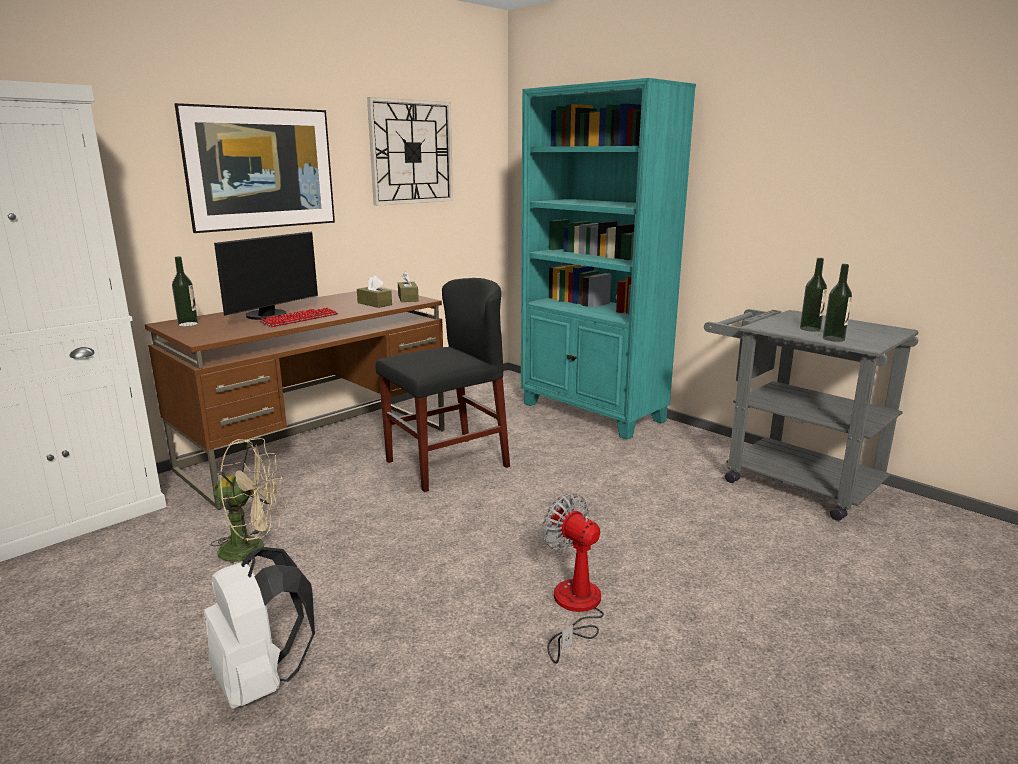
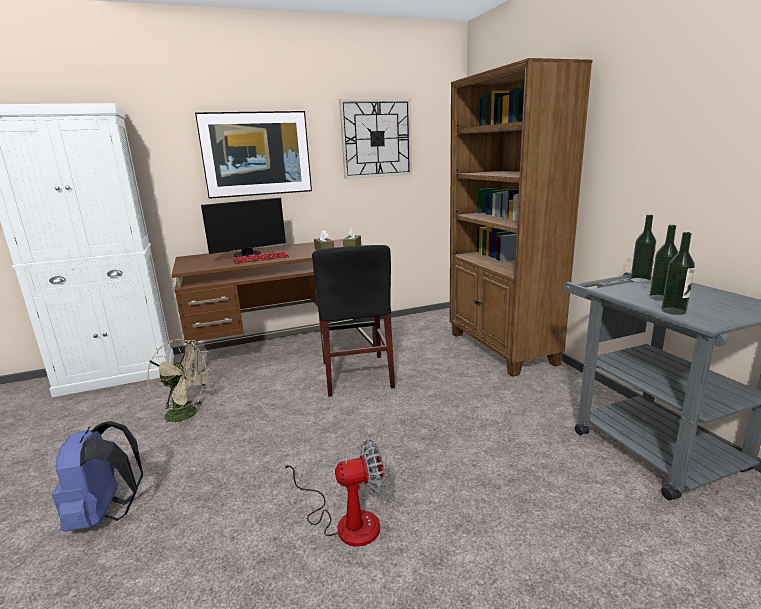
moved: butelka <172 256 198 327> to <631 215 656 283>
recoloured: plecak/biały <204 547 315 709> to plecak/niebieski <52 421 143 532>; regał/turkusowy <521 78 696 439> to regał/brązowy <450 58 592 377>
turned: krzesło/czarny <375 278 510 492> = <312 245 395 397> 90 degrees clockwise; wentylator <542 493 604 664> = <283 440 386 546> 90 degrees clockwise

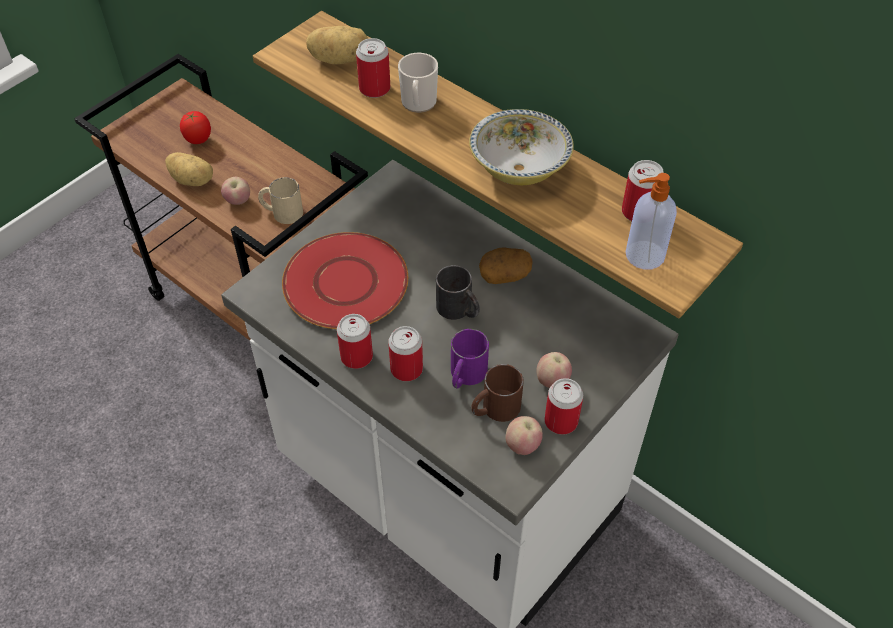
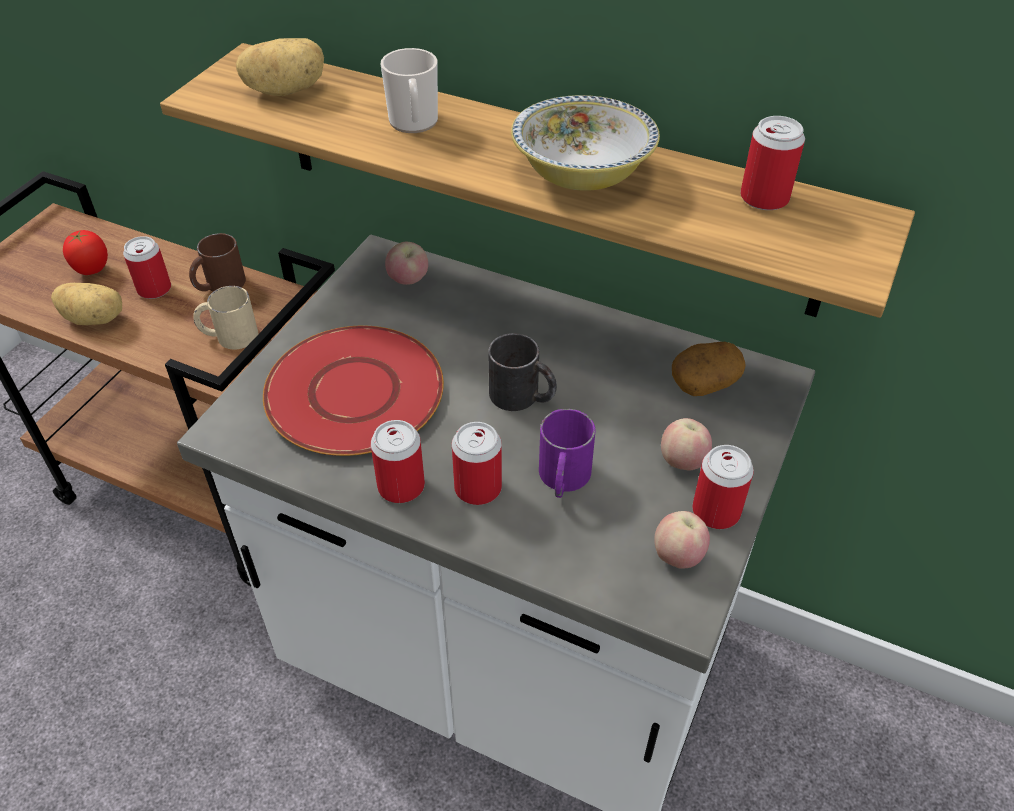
removed: dozownik mydła <626 173 677 270>
moved: jabłko <221 177 250 205> to <385 242 428 285>; puszka <356 38 390 98> to <123 236 171 299>; kubek/brązowy <471 364 524 422> to <189 233 246 292>; ziemniak <479 247 532 284> to <672 342 746 396>

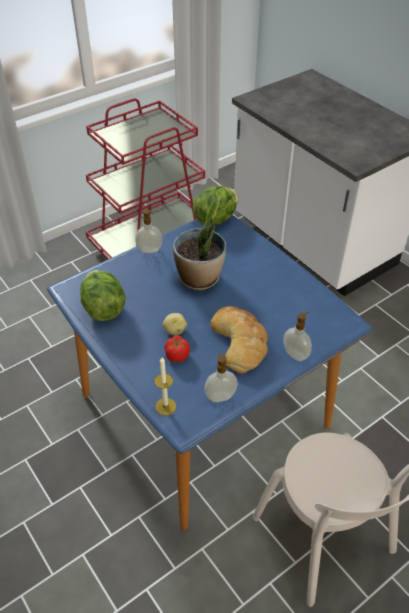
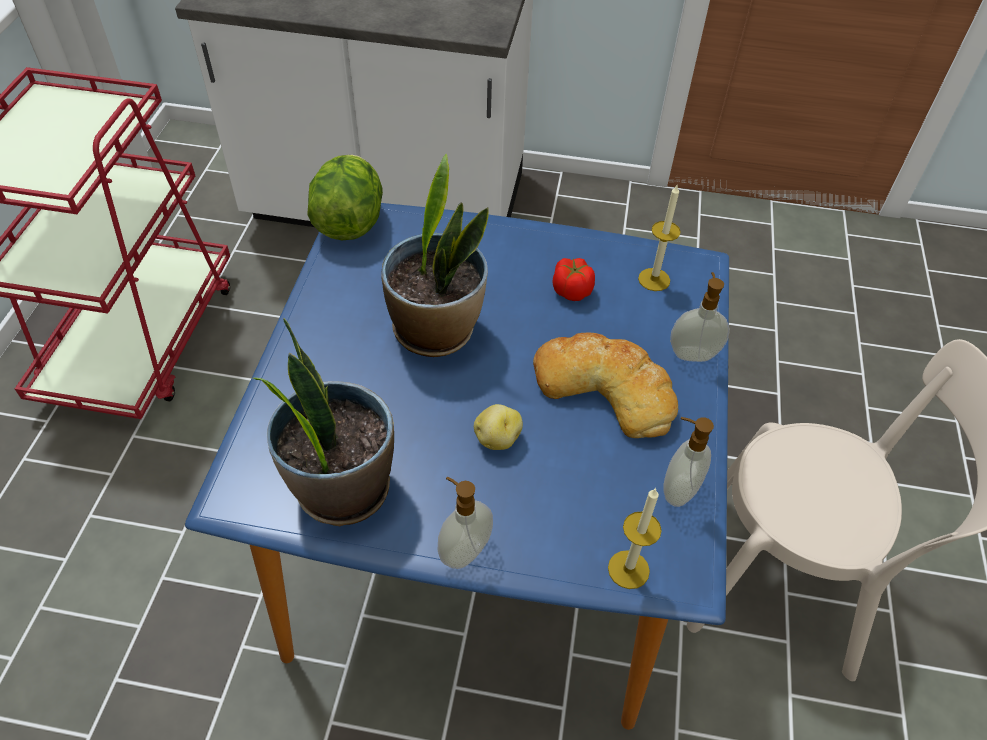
added: świeca <638 185 681 291>
moved: dozownik mydła <135 207 163 253> to <437 477 493 569>; pomidor <164 335 190 362> to <553 258 595 301>
replaced: sałata <80 270 126 321> to roślina doniczkowa <253 318 394 526>

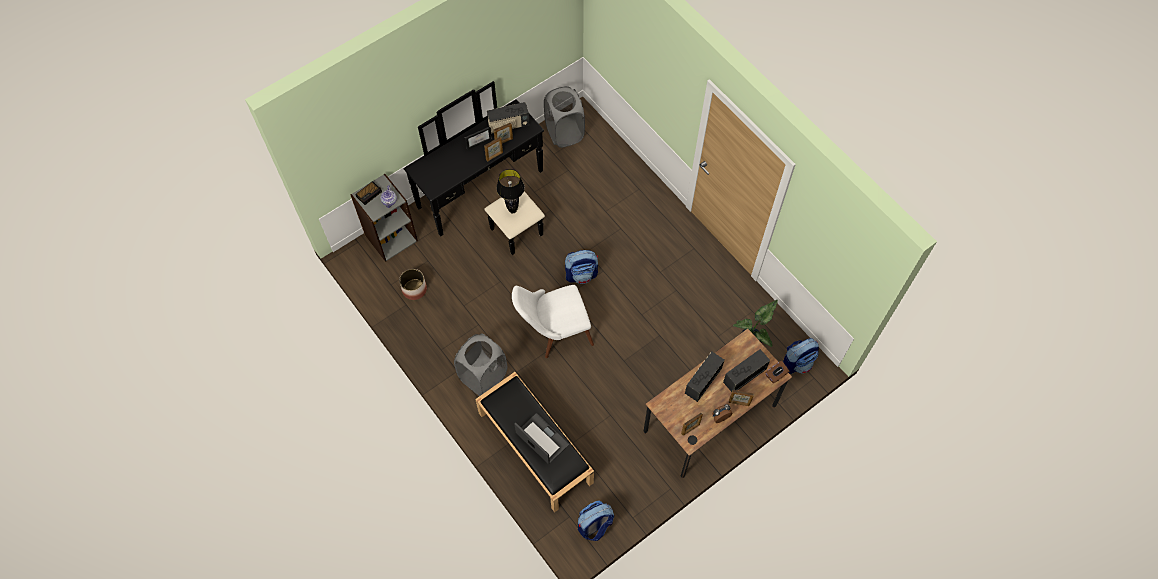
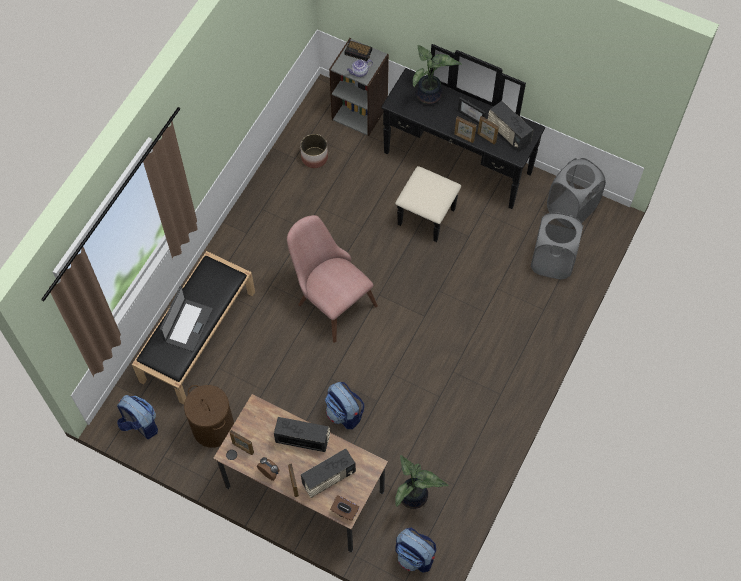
removed: lampa stołowa/czarny <496 169 525 213>
added: kosz na pranie/brązowy <184 385 234 448>; roślina doniczkowa <413 45 462 104>
moved: kosz na pranie/szary <454 334 507 396> to <530 212 583 279>; plecak <565 250 598 284> to <325 382 364 429>
recoloured: krzesło/biały <512 285 594 358> to krzesło/różowy <287 215 378 343>
turned: radio <723 349 770 392> = <301 449 356 498> 120 degrees clockwise

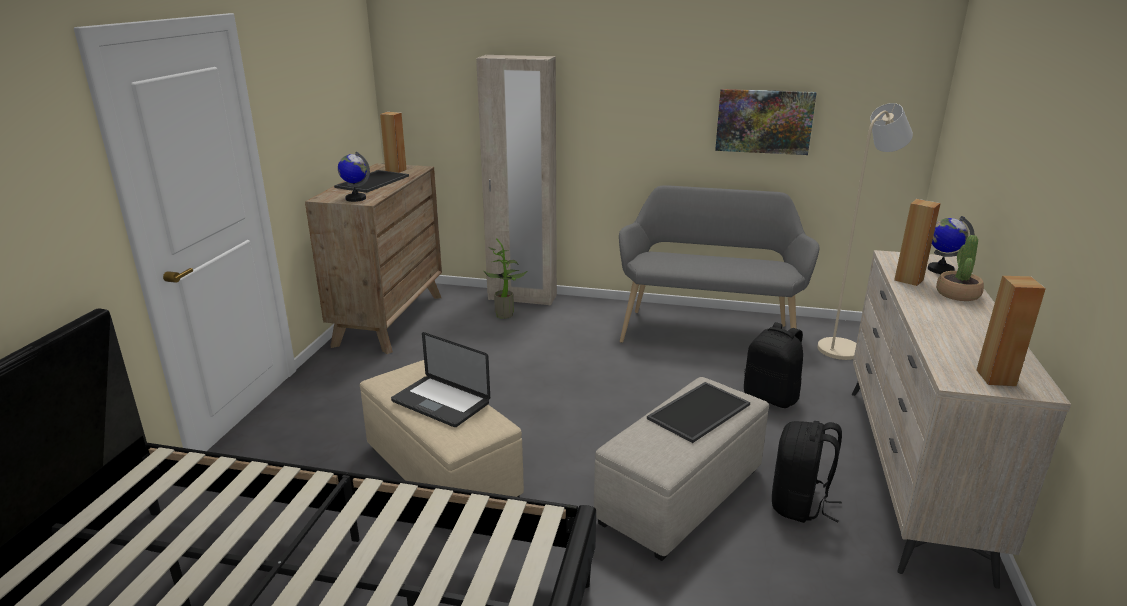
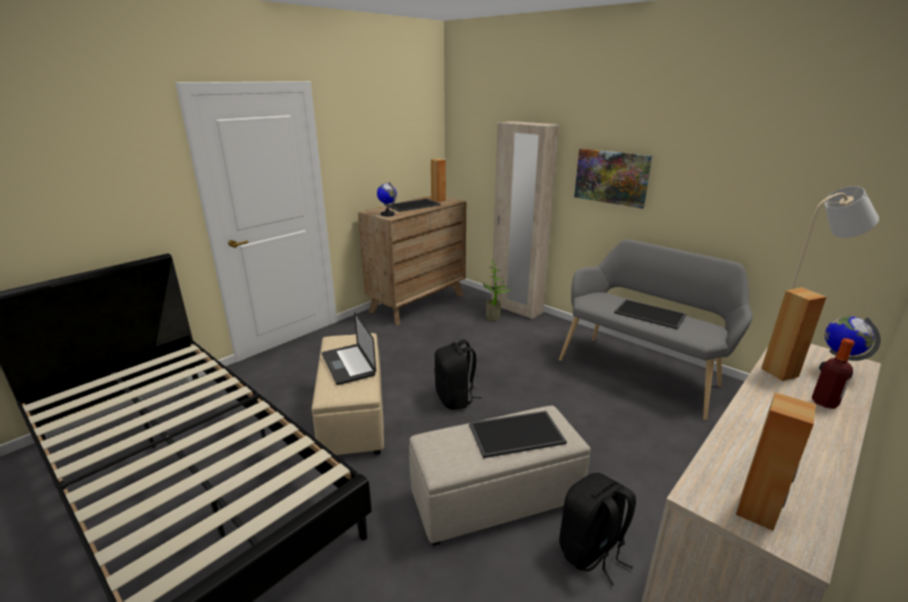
added: taca <614 299 686 330>
moved: obraz <715 89 817 155> to <574 149 652 209>; plecak/czarny <744 322 803 408> to <434 340 482 410>
replaced: roślina doniczkowa <936 235 984 301> to butelka <811 338 855 409>

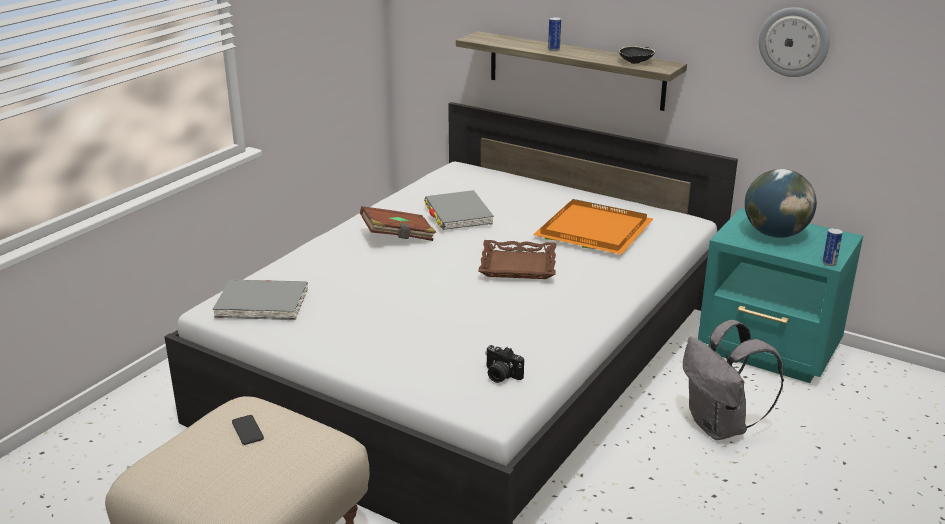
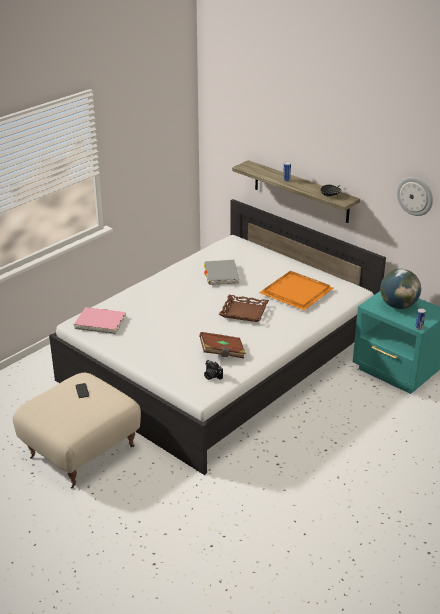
removed: plecak/szary <683 320 784 440>
moved: książka/brązowy <360 206 436 241> to <199 332 246 359>
recoloured: książka/szary <213 280 308 320> to książka/różowy <74 307 126 334>

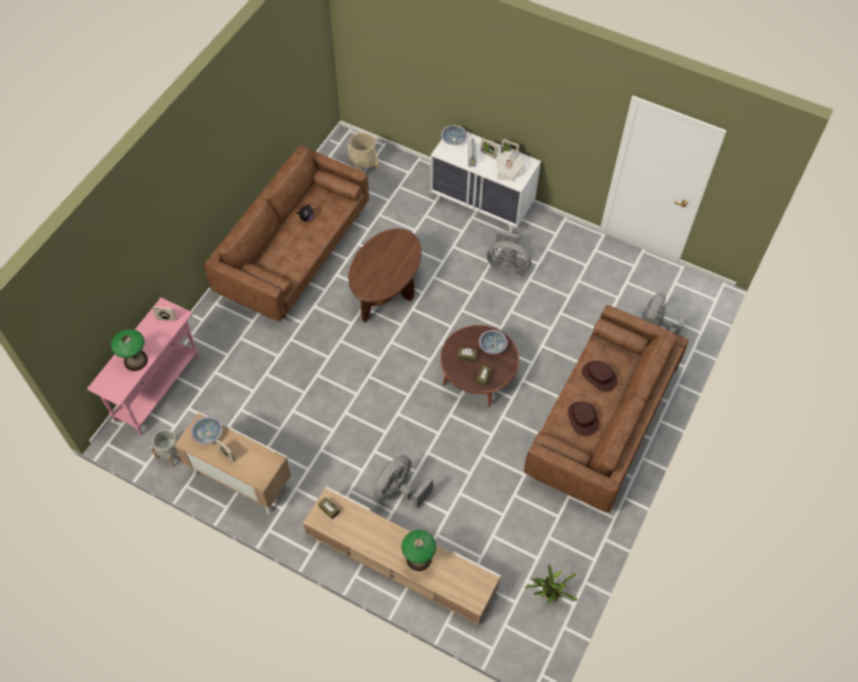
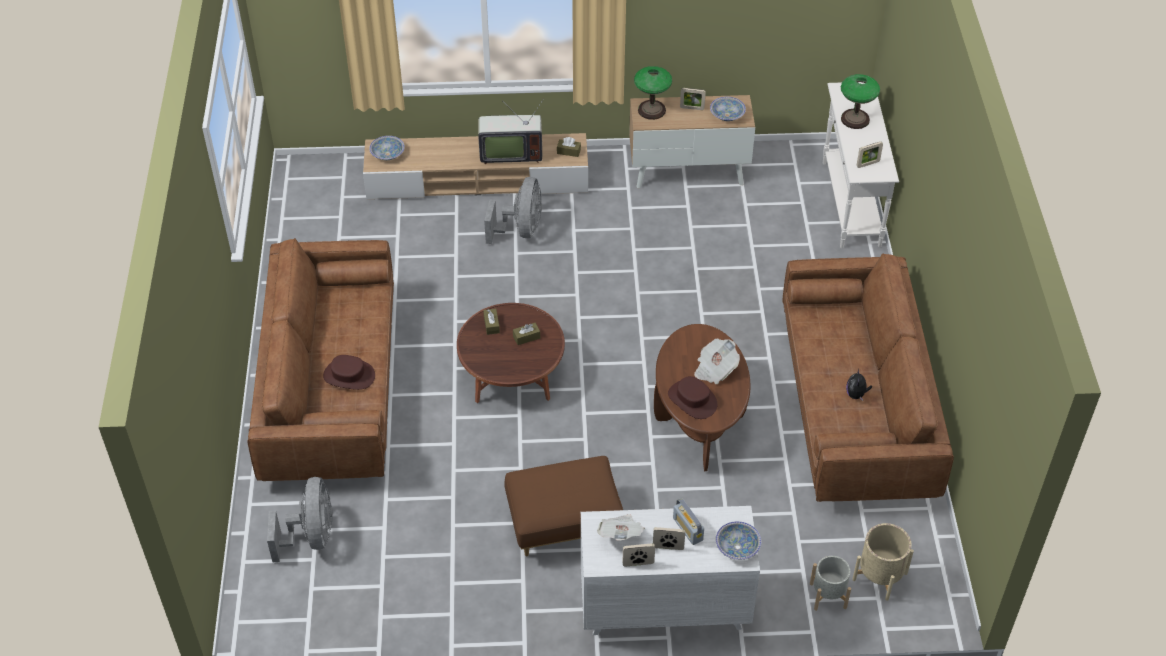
removed: roślina doniczkowa <525 565 578 603>
added: telewizor <478 100 543 164>; gazeta <694 339 740 385>
moved: donica/szary <150 430 177 467> to <810 556 851 611>; lampa stołowa <402 530 436 571> to <634 66 672 120>; miska <479 330 507 354> to <369 136 405 160>; kapelusz/brązowy <568 402 599 436> to <668 376 717 419>
replaced: wentylator/szary <487 230 531 275> to pufa/brązowy <504 456 623 556>
recoloured: stolik konsolowy/różowy <87 297 200 435> to stolik konsolowy/biały <823 82 899 248>

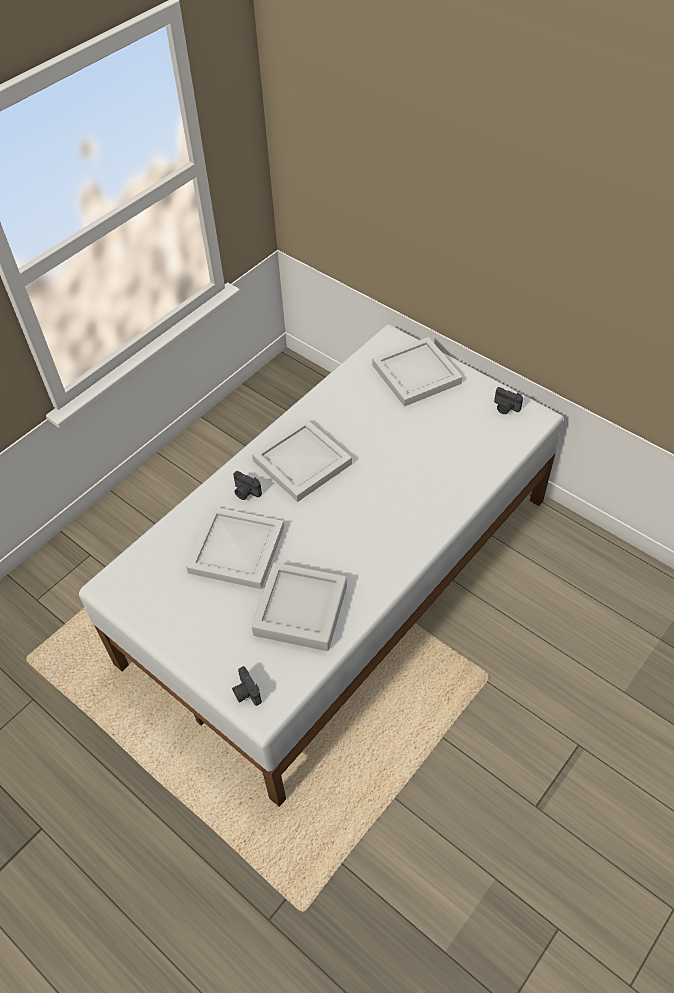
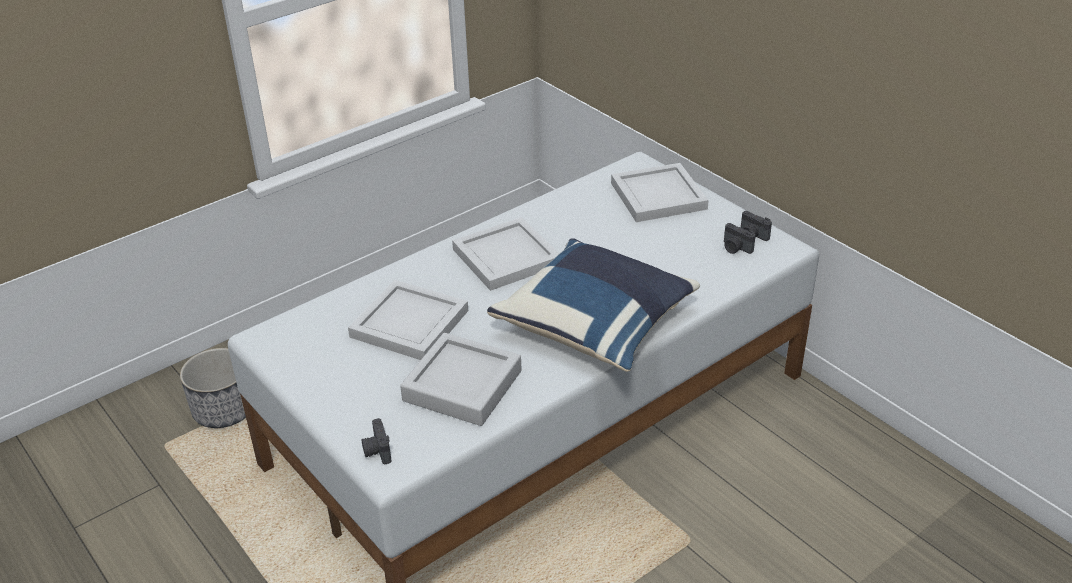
added: donica <180 348 246 428>; poduszka/niebieski <487 238 700 372>
moved: aparat fotograficzny <233 471 262 500> to <724 223 756 254>

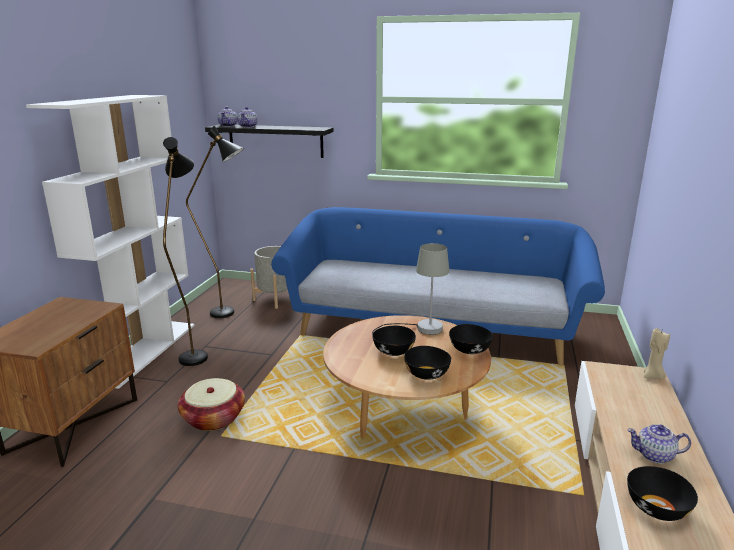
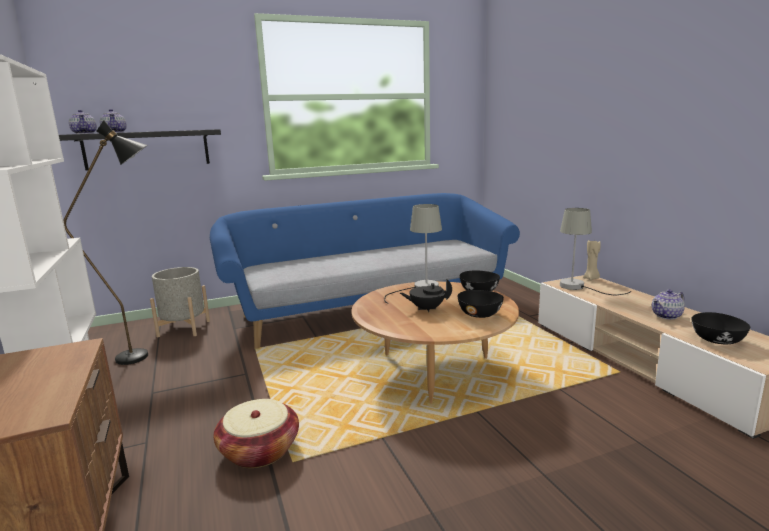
removed: lampa stojąca/czarny <163 137 208 366>
added: lampa stołowa/szary <560 208 631 295>
replaced: miska/czarny <372 326 416 356> to imbryk/czarny <400 279 452 312>

